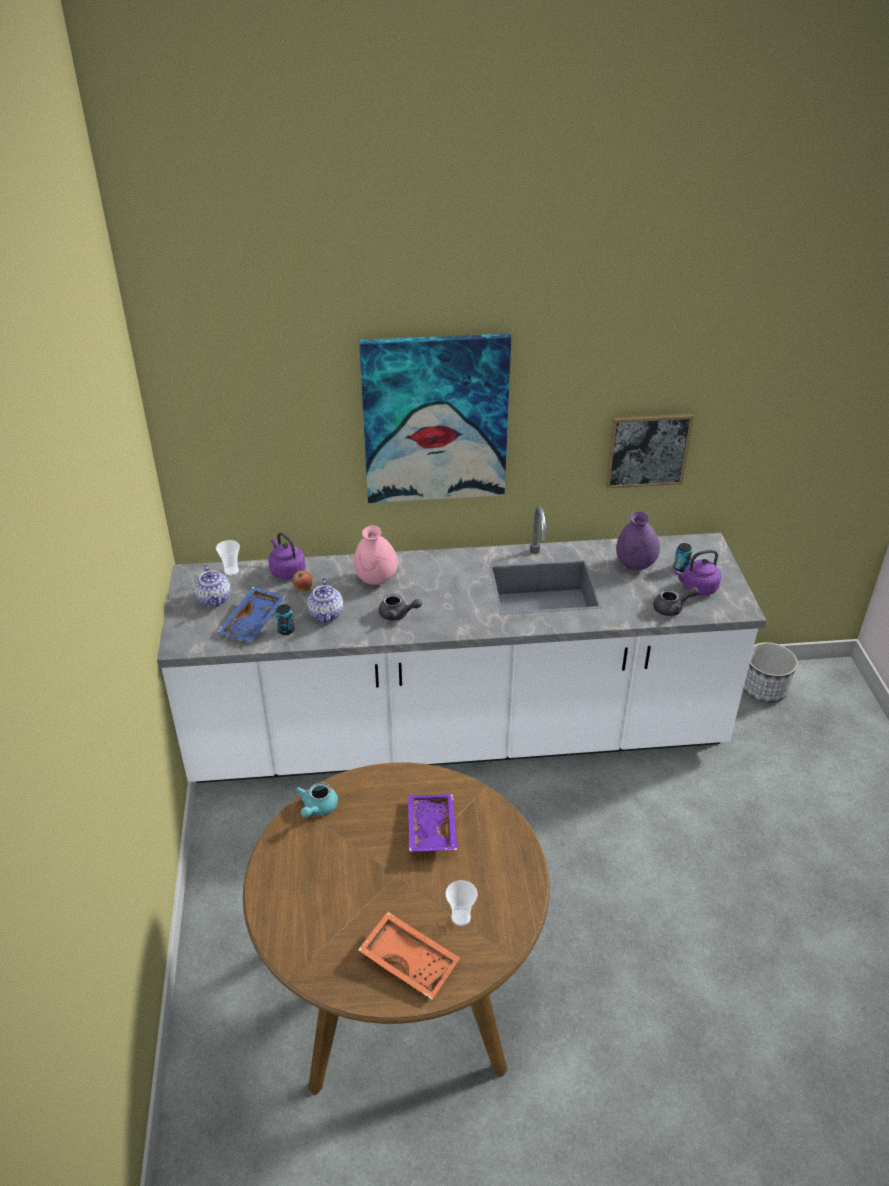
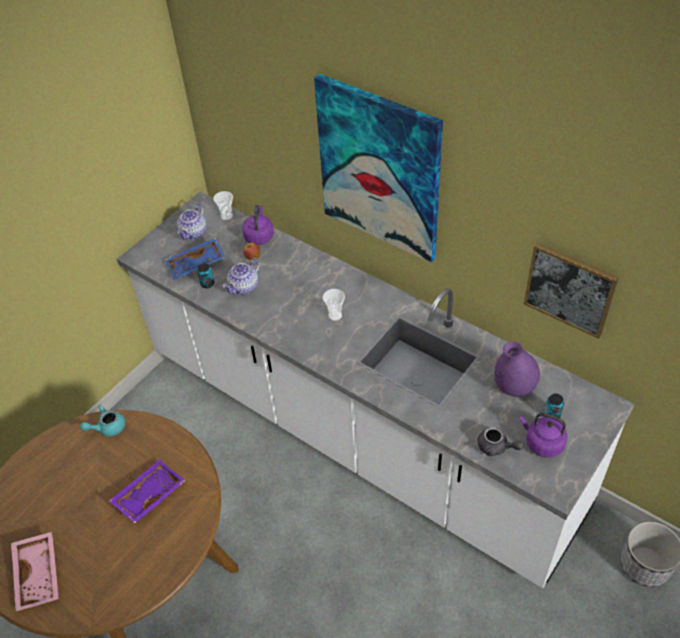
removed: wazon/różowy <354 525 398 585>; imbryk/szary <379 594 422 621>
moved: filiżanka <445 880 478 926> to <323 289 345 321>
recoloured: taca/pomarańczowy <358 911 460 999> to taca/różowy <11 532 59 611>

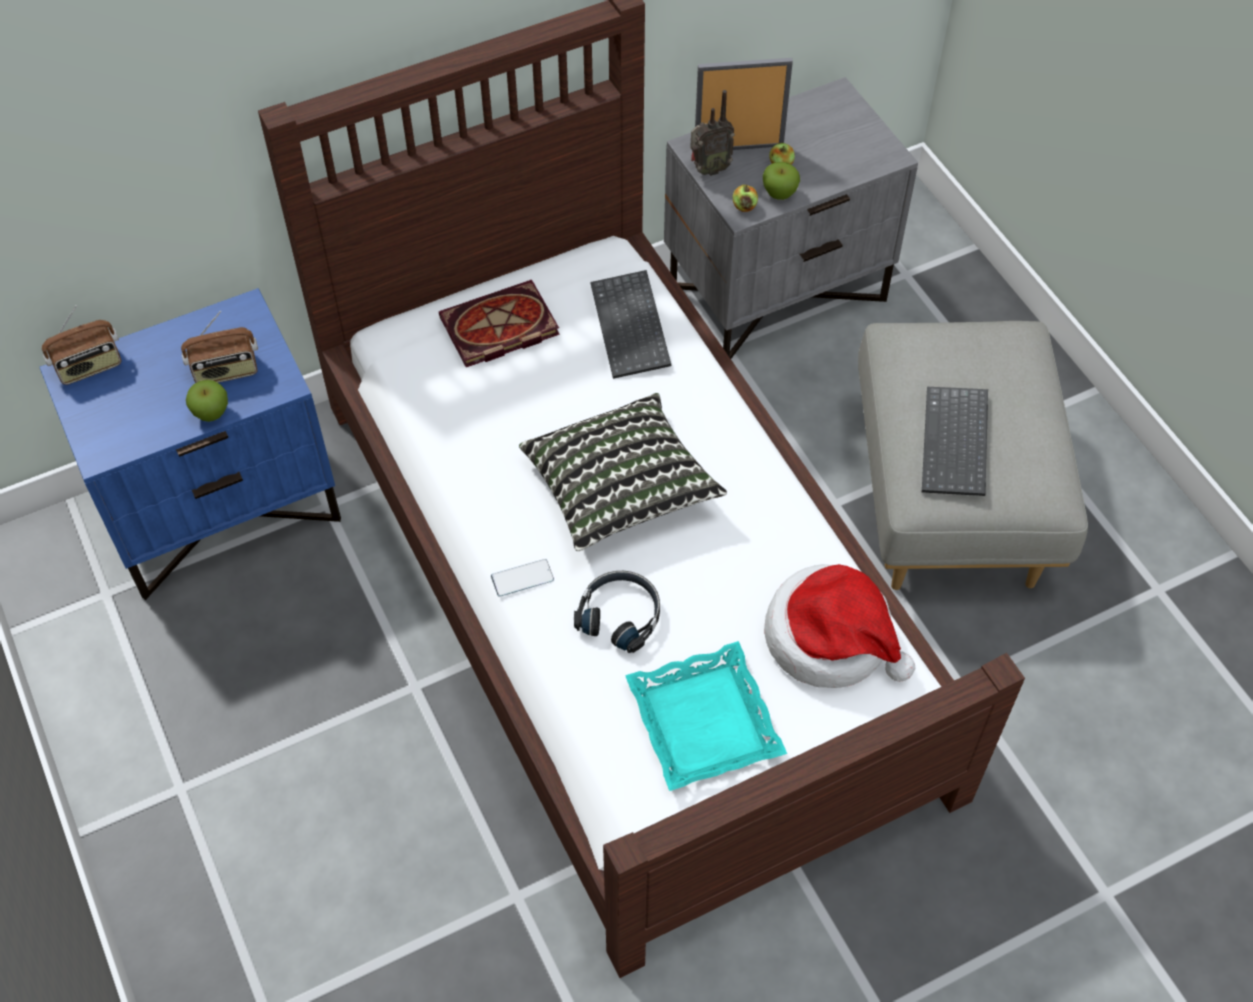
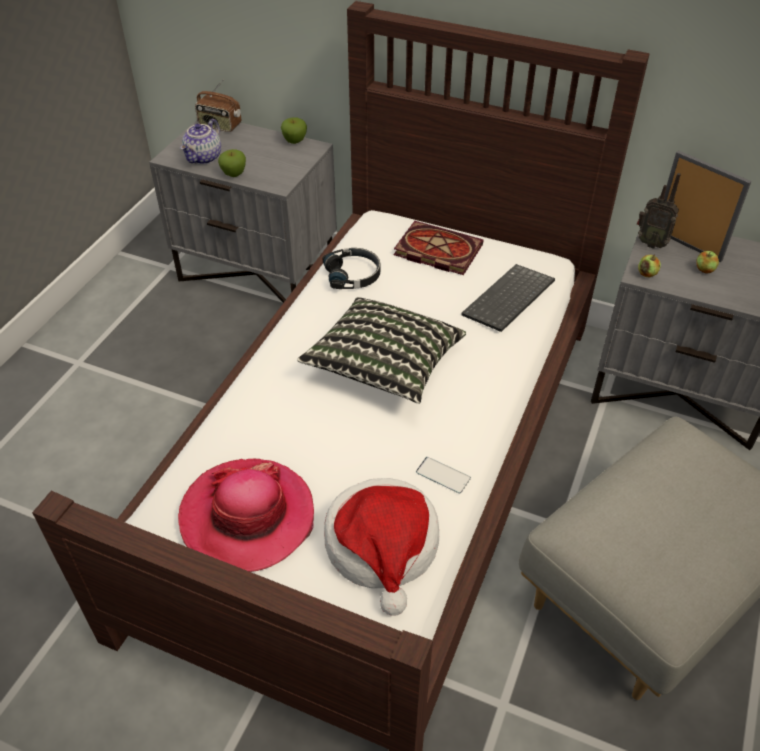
removed: radio <181 311 258 383>; klawiatura <922 387 988 496>
added: imbryk <180 119 221 165>
moved: telefon <491 559 554 597> to <416 457 471 493>; słuchawki/czarny <574 571 660 653> to <322 248 380 289>; jabłko <763 162 800 200> to <281 117 307 144>
replaced: taca/turkusowy <625 641 787 791> to kapelusz <178 459 314 572>
recoloured: szafka nocna/niebieski <40 288 341 600> to szafka nocna/szary <149 120 337 303>

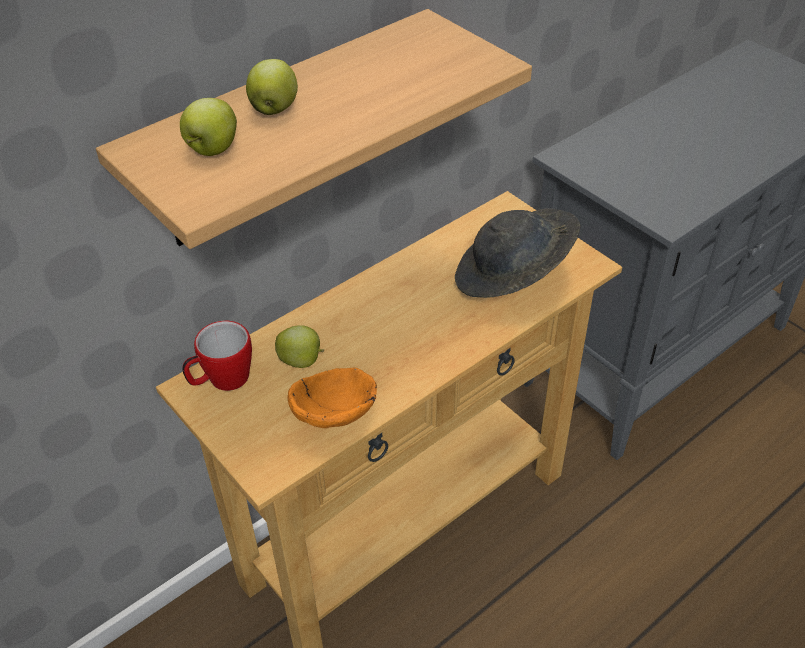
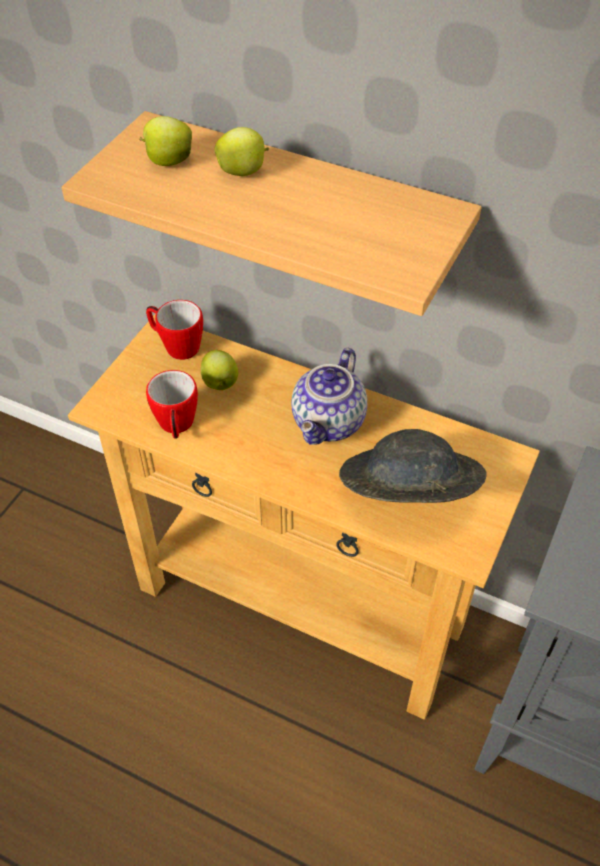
added: imbryk <291 348 367 445>
replaced: miska/pomarańczowy <287 368 377 428> to kubek <146 370 198 439>

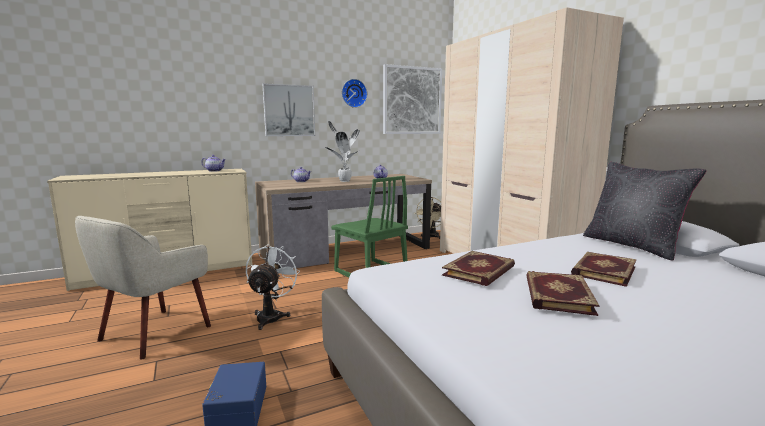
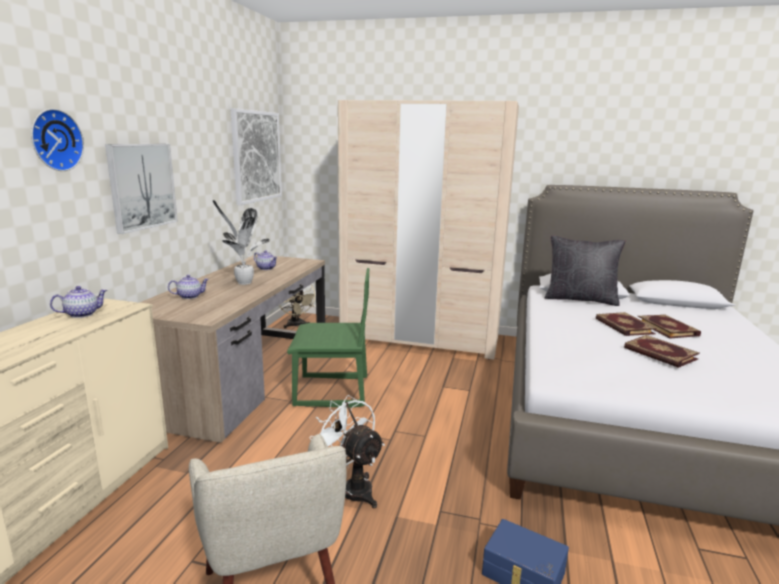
moved: zegar ścienny <342 79 367 108> to <31 109 84 171>; książka <442 251 515 286> to <637 314 701 339>

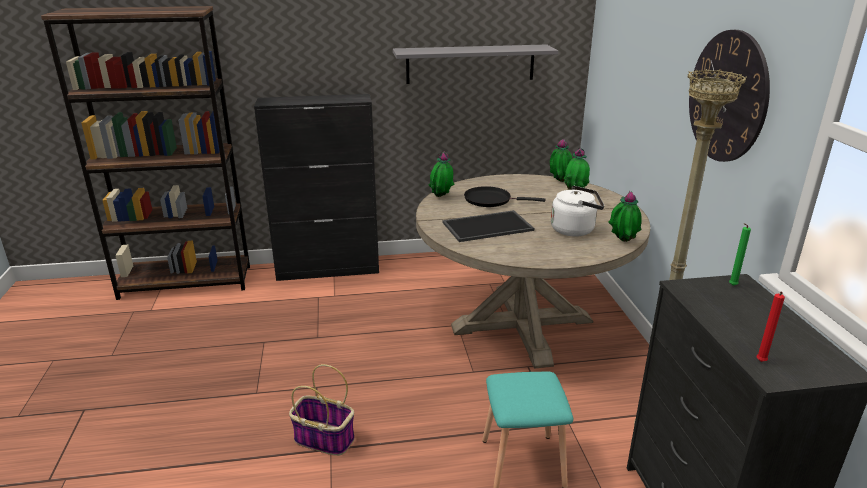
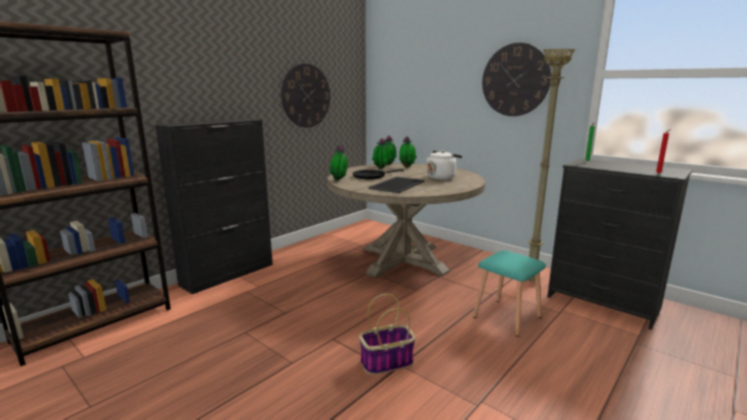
moved: roślina doniczkowa <608 191 642 242> to <372 138 389 169>
replaced: półka/szary <393 44 558 84> to zegar ścienny <281 64 330 128>

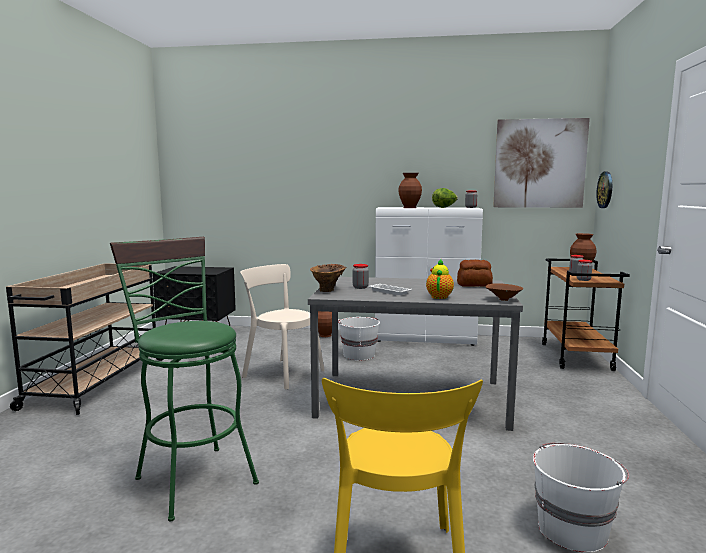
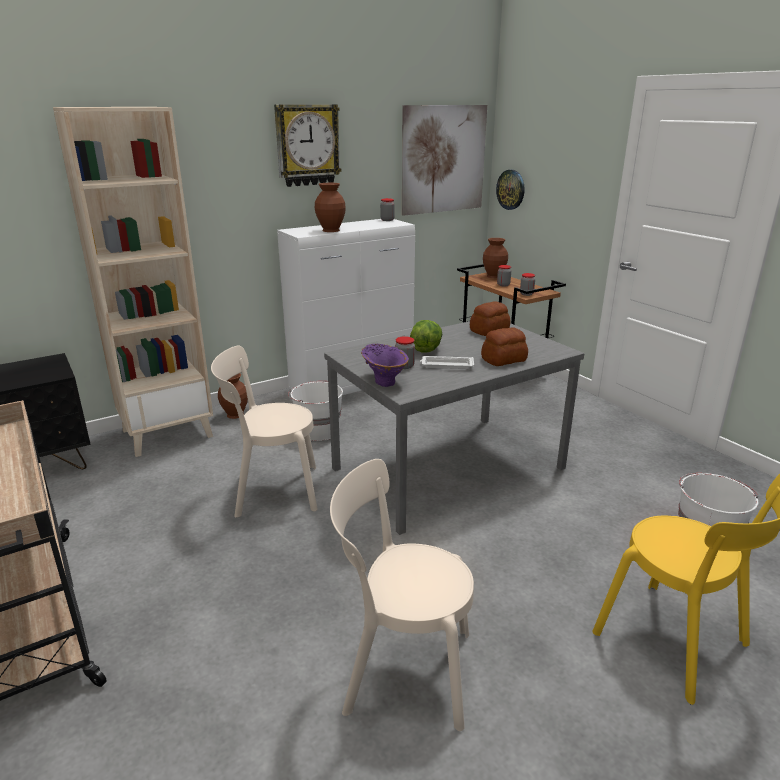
removed: miska/brązowy <485 283 523 301>
added: regał/beżowy <53 107 213 457>; zegar ścienny <274 104 341 187>
moved: sałata <432 188 458 208> to <410 320 442 353>
replaced: stołek/zielony <110 237 259 522> to krzesło/beżowy <330 459 474 731>; imbryk <426 259 454 299> to chleb <481 327 528 366>
recoloured: wazon/brązowy <310 264 346 292> to wazon/fioletowy <361 344 409 387>

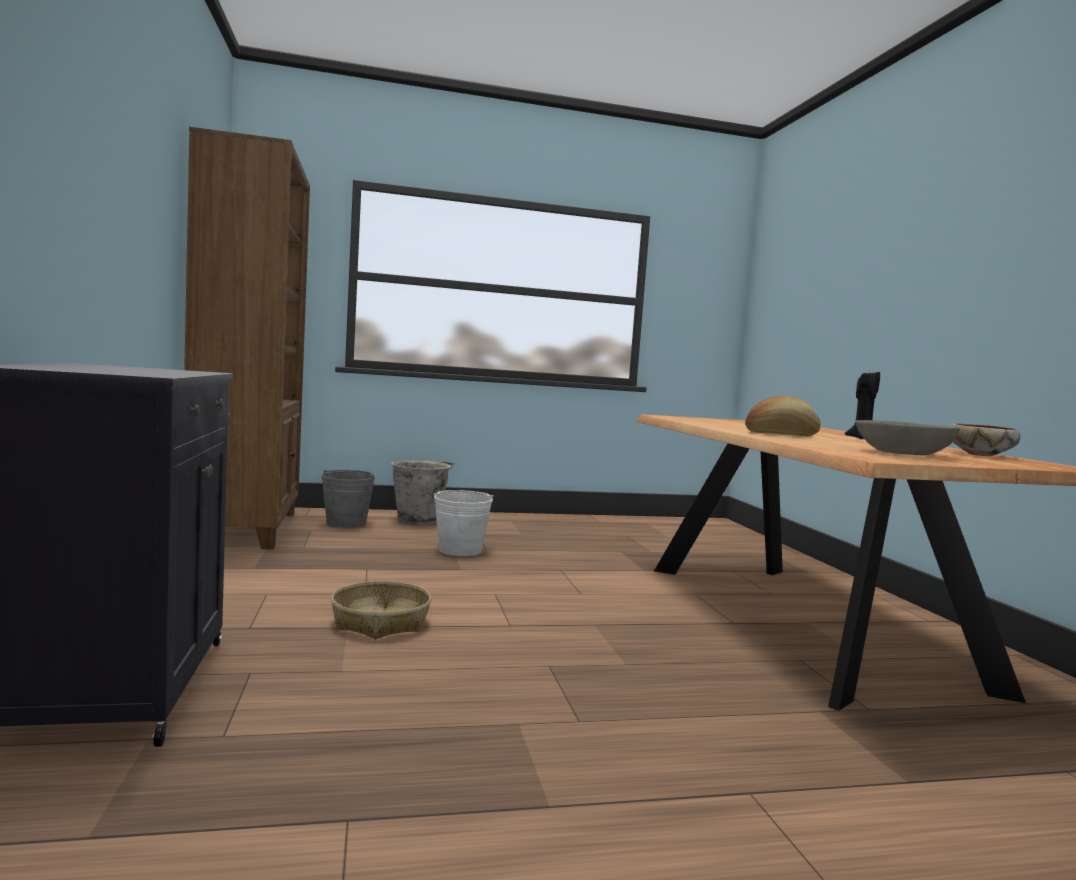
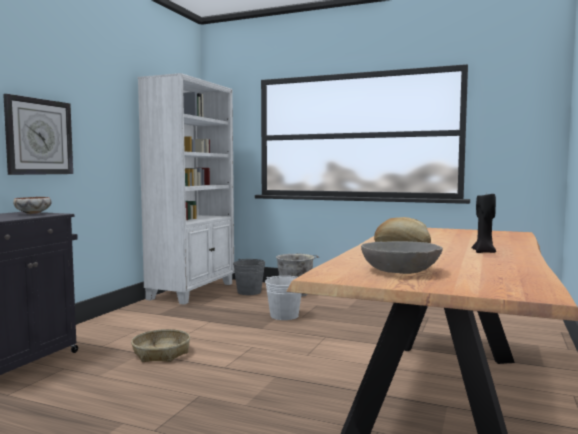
added: zegar ścienny <3 94 73 175>
moved: miska <953 423 1020 456> to <13 197 52 214>
recoloured: regał/brązowy <184 127 310 549> to regał/biały <138 73 234 305>

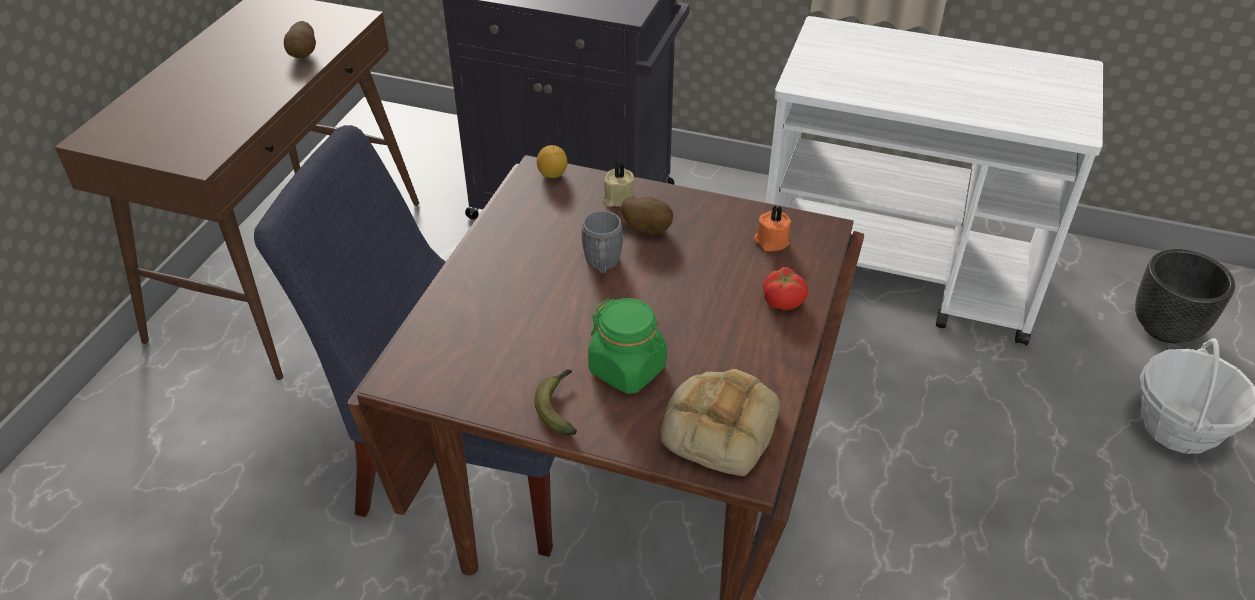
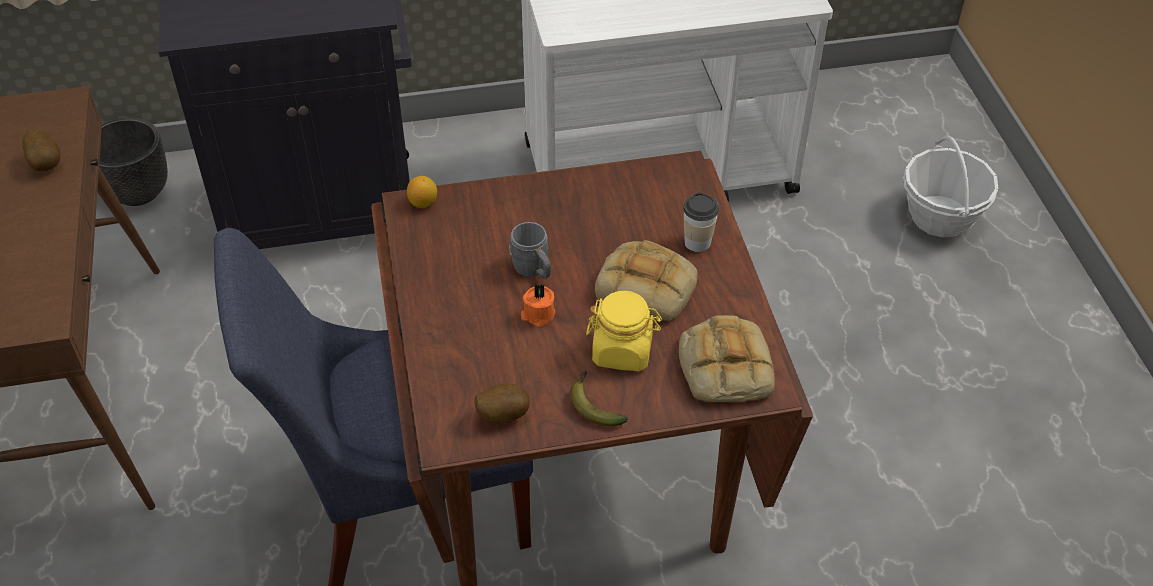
removed: świeca/beżowy <602 162 634 207>
added: chleb <595 240 698 322>
moved: ziemniak <621 197 673 234> to <474 383 530 424>; świeca/pomarańczowy <754 206 791 251> to <521 284 555 327>; donica/czarny <1135 249 1235 343> to <99 118 168 206>
replaced: pomidor <763 267 808 310> to filiżanka <683 193 719 252>
recoloured: słoik/zielony <588 298 667 394> to słoik/żółty <586 291 662 371>

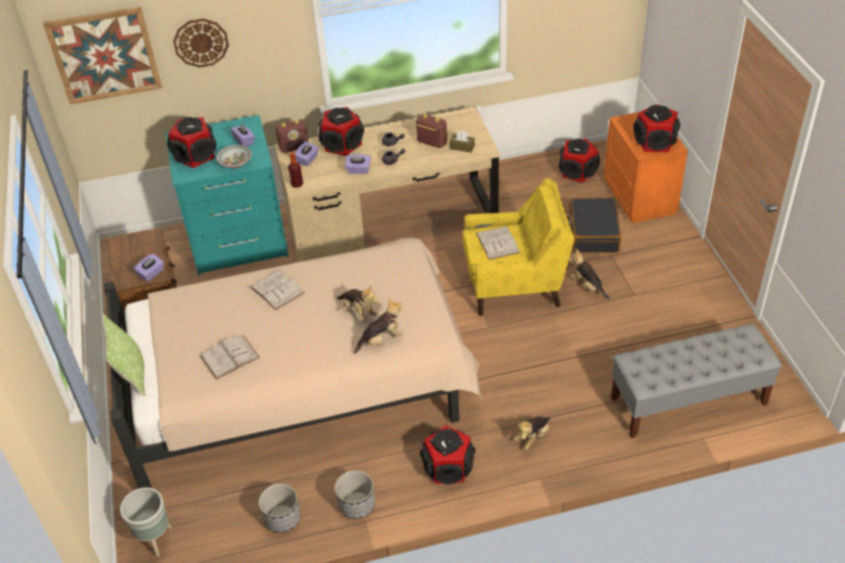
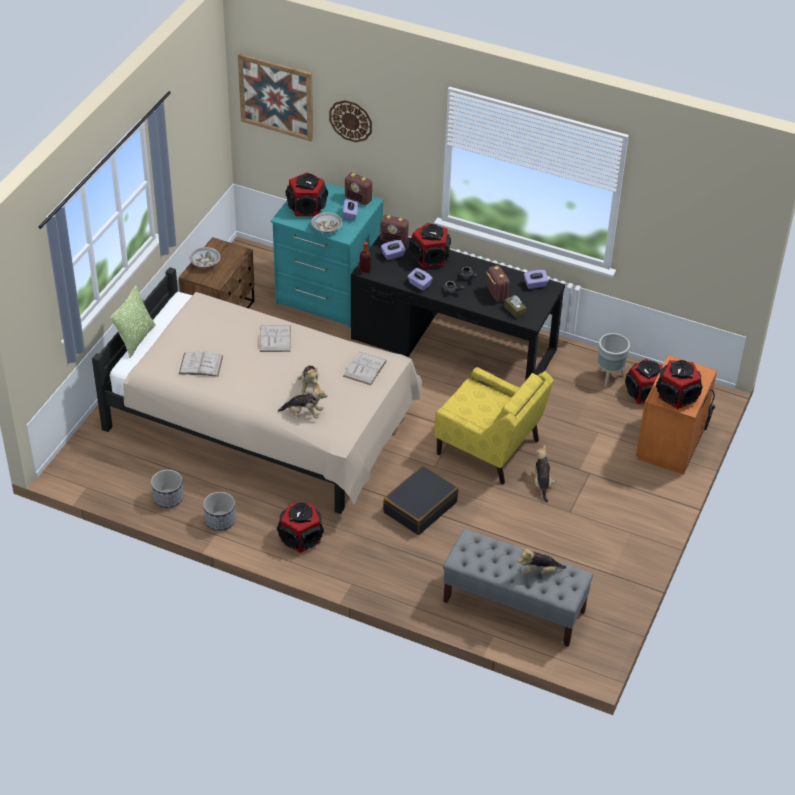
added: miska <190 247 221 268>; radio <345 173 372 205>
moved: donica/szary <120 487 172 557> to <598 333 630 387>; pudełko chusteczek/fioletowy <134 254 164 281> to <524 270 549 289>; książka/biały <476 226 520 260> to <343 352 387 385>; pluszak <514 416 550 450> to <518 547 566 576>; walizka/czarny <568 197 621 253> to <383 465 458 535>
recoloured: biurko/beżowy <275 107 500 262> to biurko/czarny <351 235 565 381>

